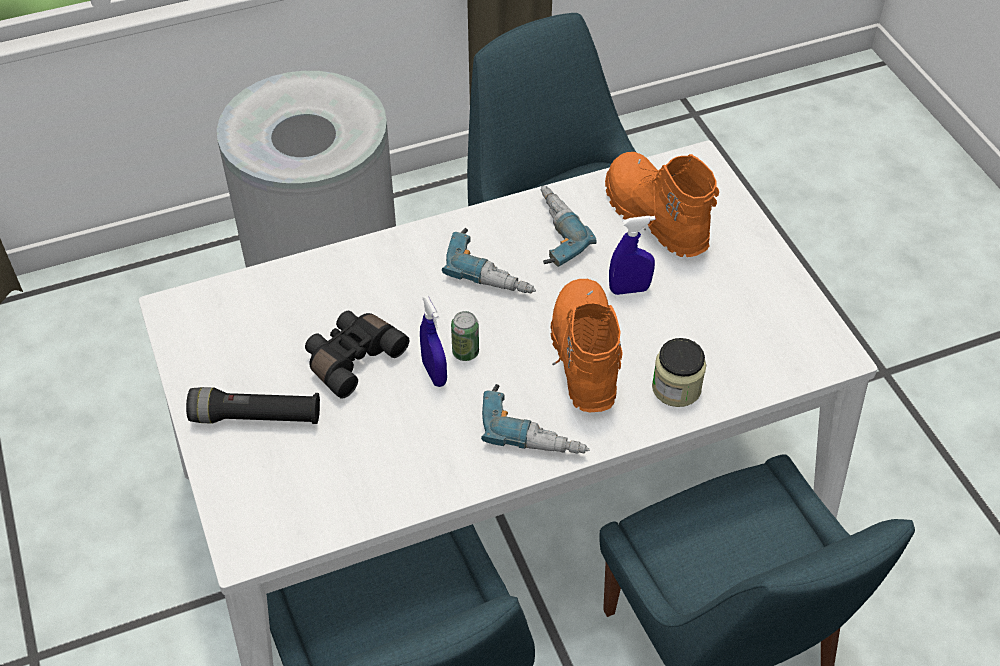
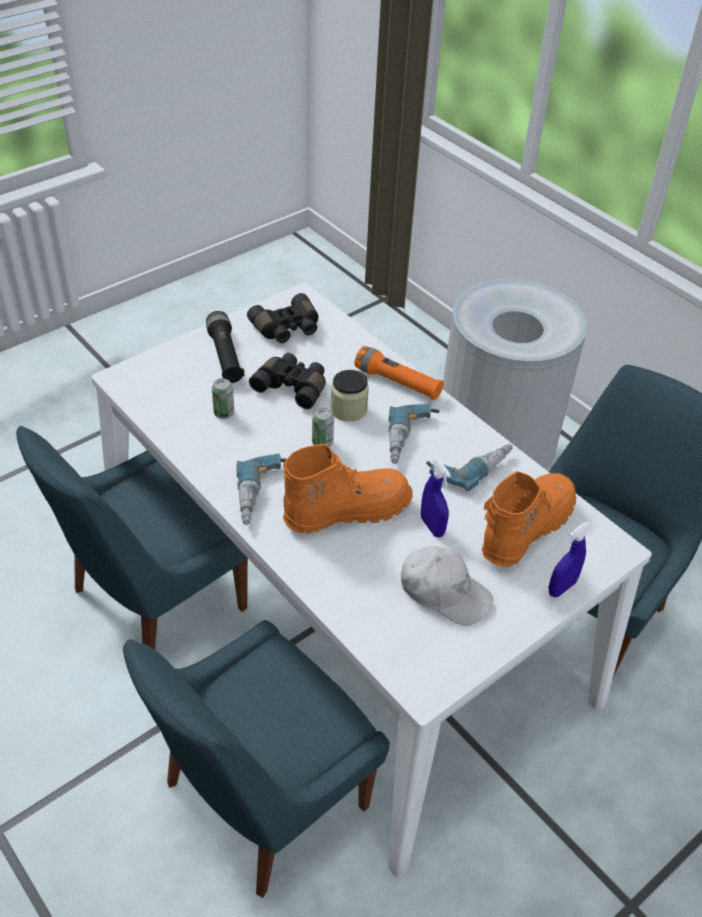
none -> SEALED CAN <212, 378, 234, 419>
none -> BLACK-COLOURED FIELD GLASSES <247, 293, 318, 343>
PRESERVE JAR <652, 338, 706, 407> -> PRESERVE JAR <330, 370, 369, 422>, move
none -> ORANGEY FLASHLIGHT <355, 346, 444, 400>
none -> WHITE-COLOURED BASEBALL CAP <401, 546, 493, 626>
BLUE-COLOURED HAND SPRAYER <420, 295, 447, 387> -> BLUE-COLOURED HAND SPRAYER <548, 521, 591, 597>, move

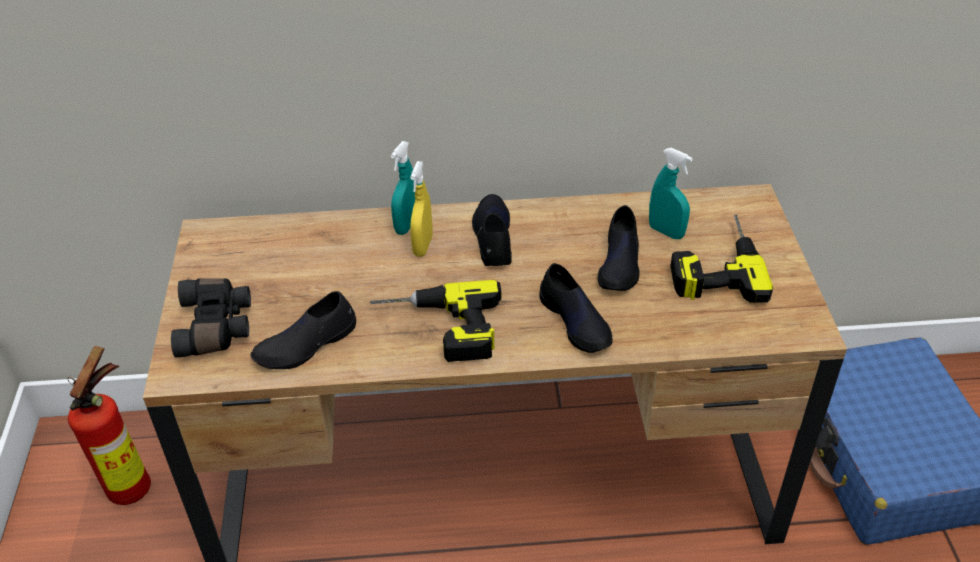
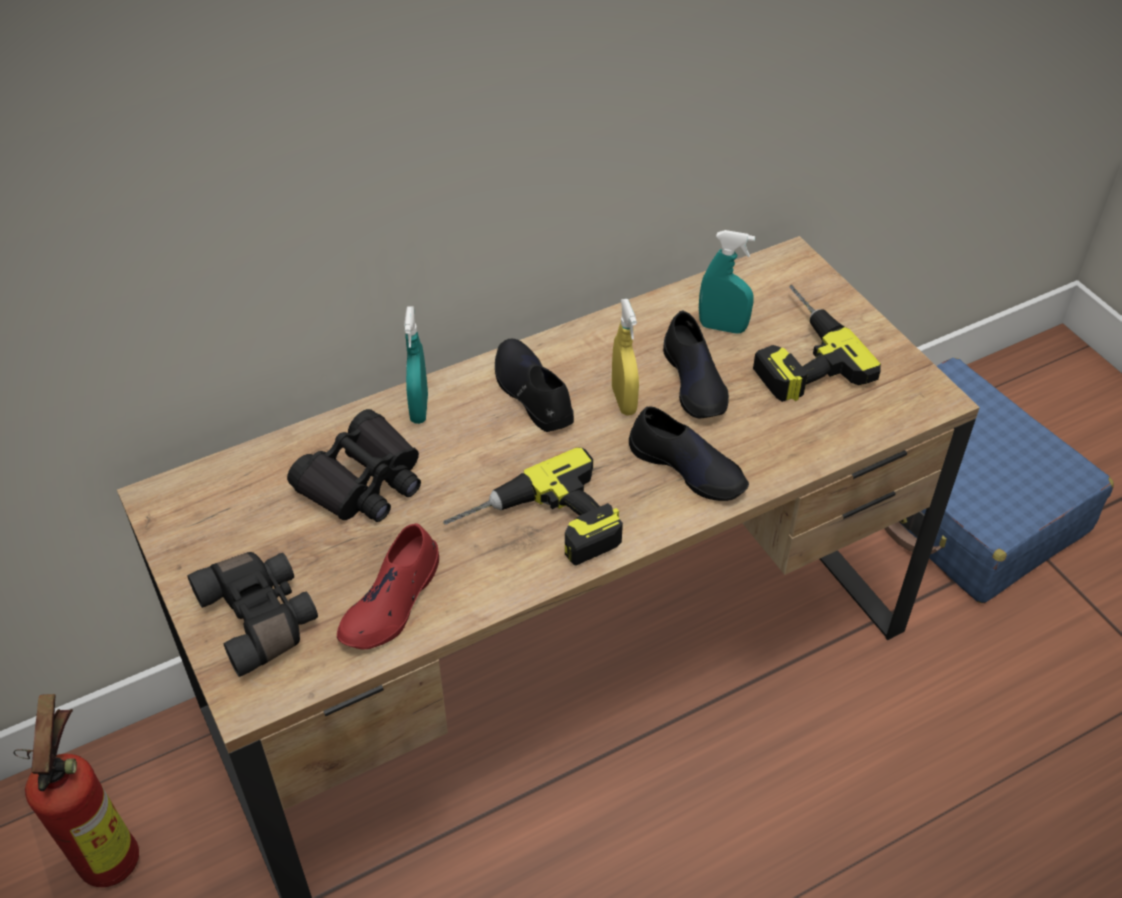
none -> BLACK-COLOURED FIELD GLASSES <287, 409, 421, 522>
BLACK-COLOURED ITEM OF FOOTWEAR <250, 291, 356, 369> -> RED ITEM OF FOOTWEAR <337, 523, 439, 649>
YELLOWISH HAND SPRAYER <410, 161, 432, 257> -> YELLOWISH HAND SPRAYER <612, 299, 639, 415>, move

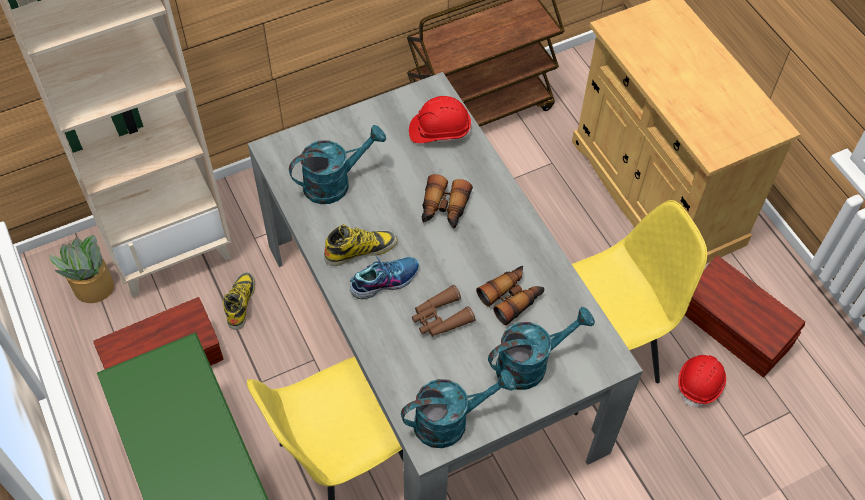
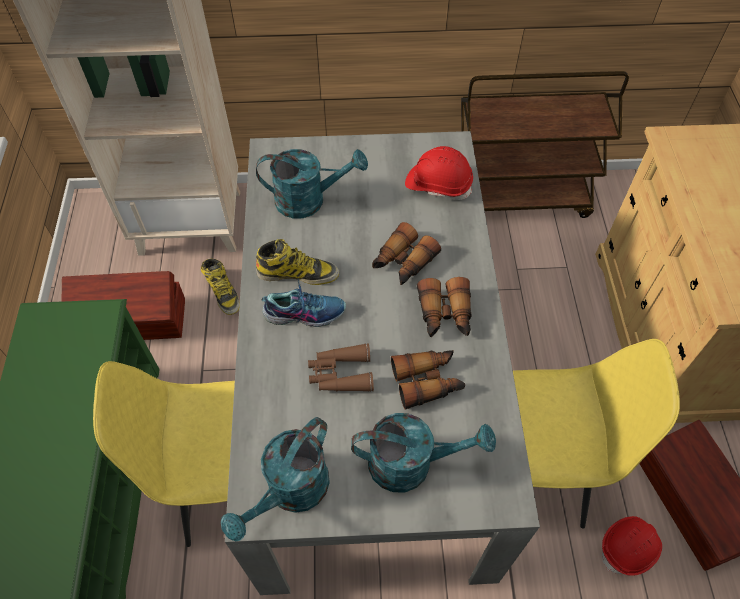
HIGH-TOP BOOT <223, 272, 255, 330> -> HIGH-TOP BOOT <200, 258, 240, 315>, 120 degrees clockwise
TURQUOISE WATERING CAN <401, 369, 516, 448> -> TURQUOISE WATERING CAN <221, 417, 330, 541>, 120 degrees clockwise
none -> FIELD GLASSES <417, 277, 472, 337>
POTTED PLANT <49, 235, 114, 303> -> none

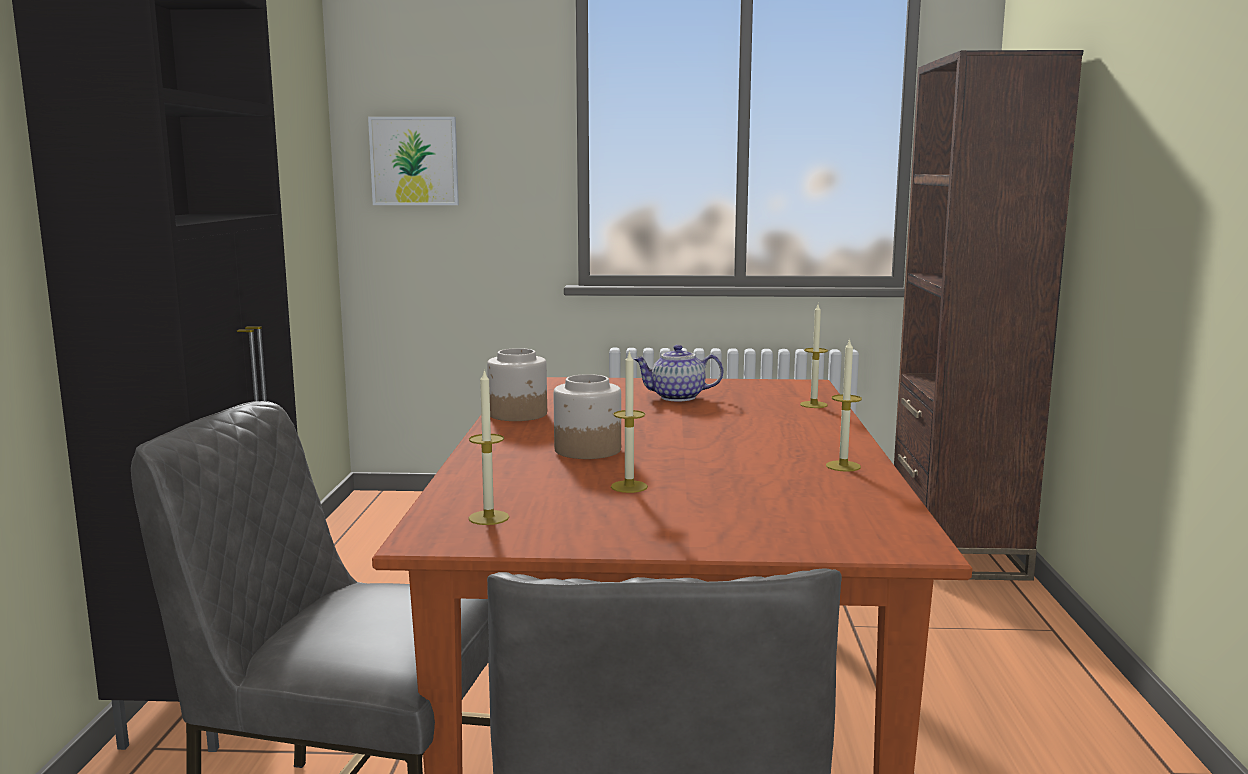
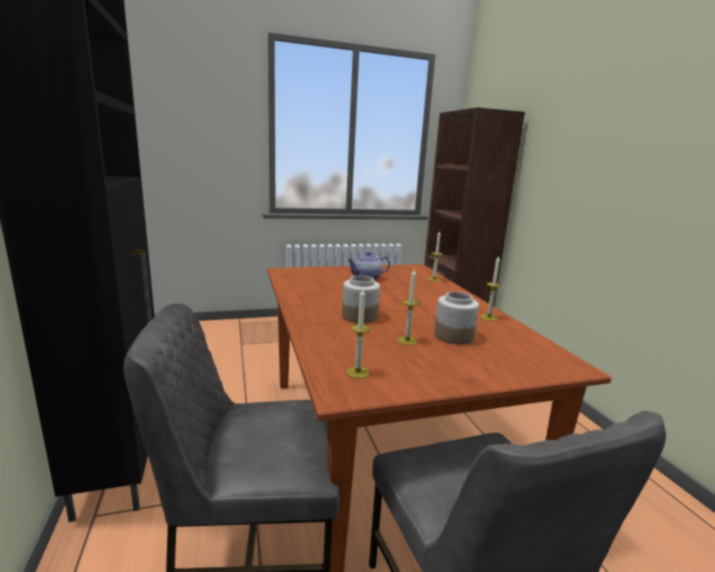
PRESERVE JAR <487, 348, 547, 421> -> PRESERVE JAR <434, 292, 479, 344>, move
WALL ART <368, 117, 459, 205> -> none

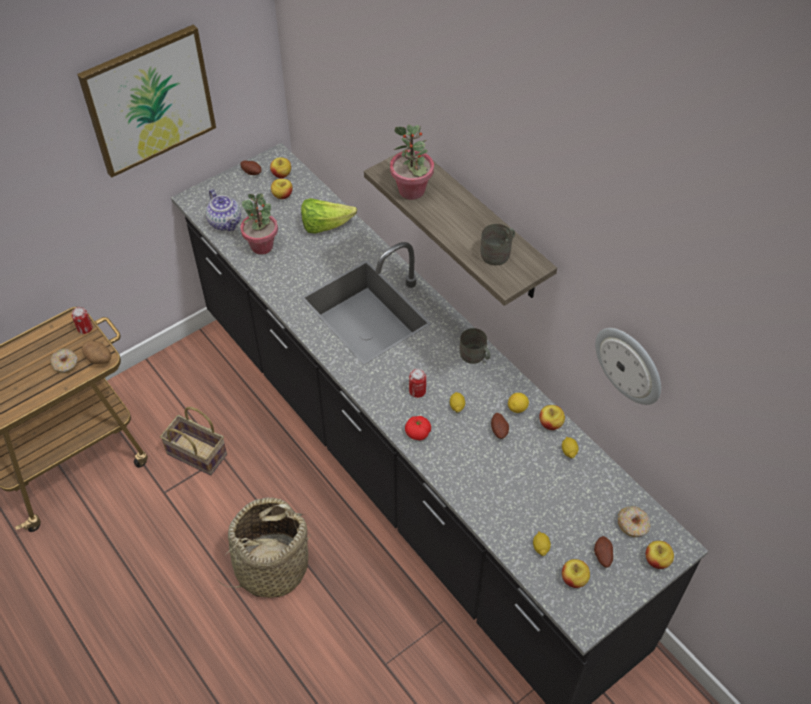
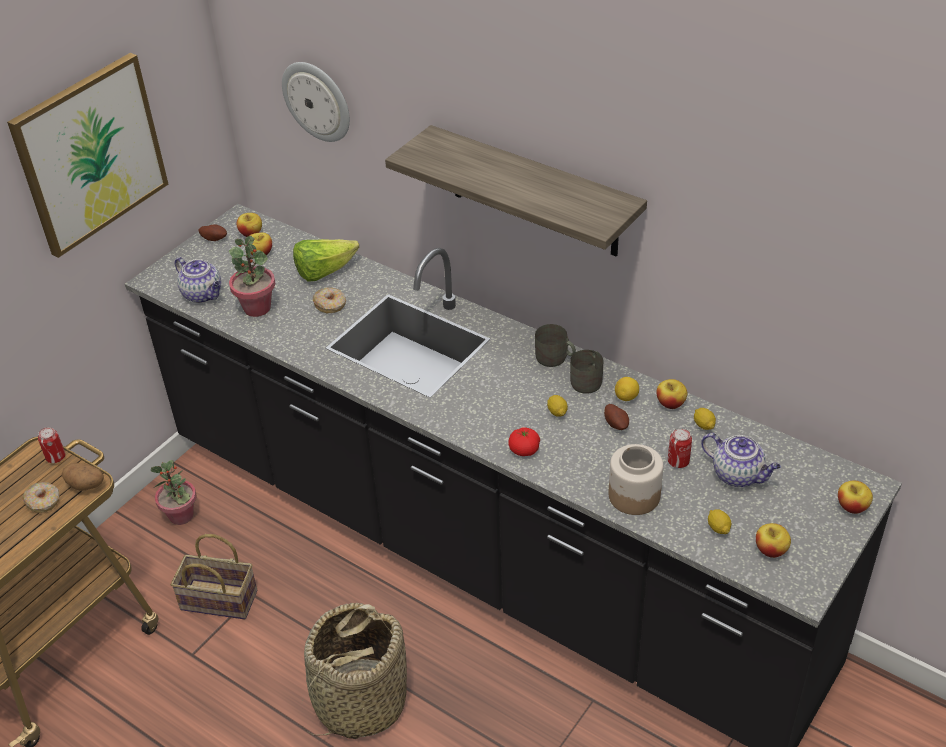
POTTED PLANT <390, 124, 434, 200> -> POTTED PLANT <151, 460, 197, 525>, move
WALL CLOCK <595, 328, 661, 405> -> WALL CLOCK <282, 62, 350, 142>, move
DONUT <618, 506, 650, 537> -> DONUT <313, 287, 346, 313>, move
GREY MUG <480, 224, 515, 266> -> GREY MUG <570, 350, 603, 394>, move
none -> PRESERVE JAR <608, 444, 663, 515>
SEALED CAN <409, 368, 426, 398> -> SEALED CAN <668, 428, 692, 468>, move
none -> TEAPOT <701, 433, 781, 487>
WHOLE POTATO <594, 536, 613, 568> -> none

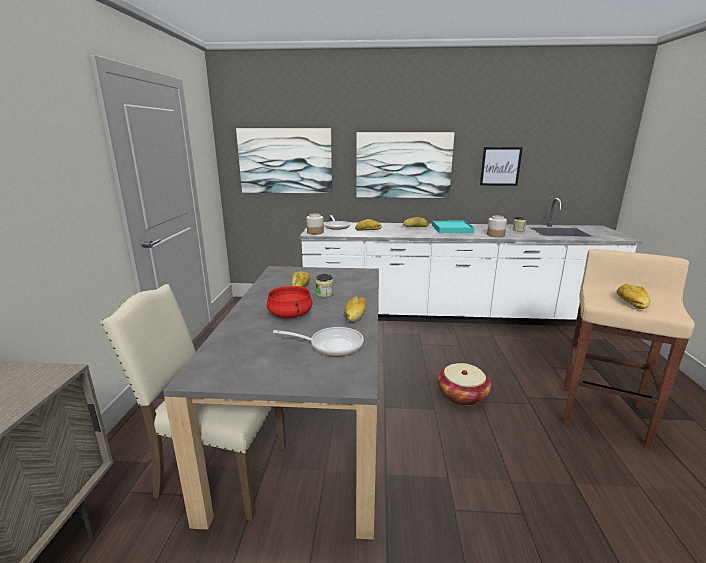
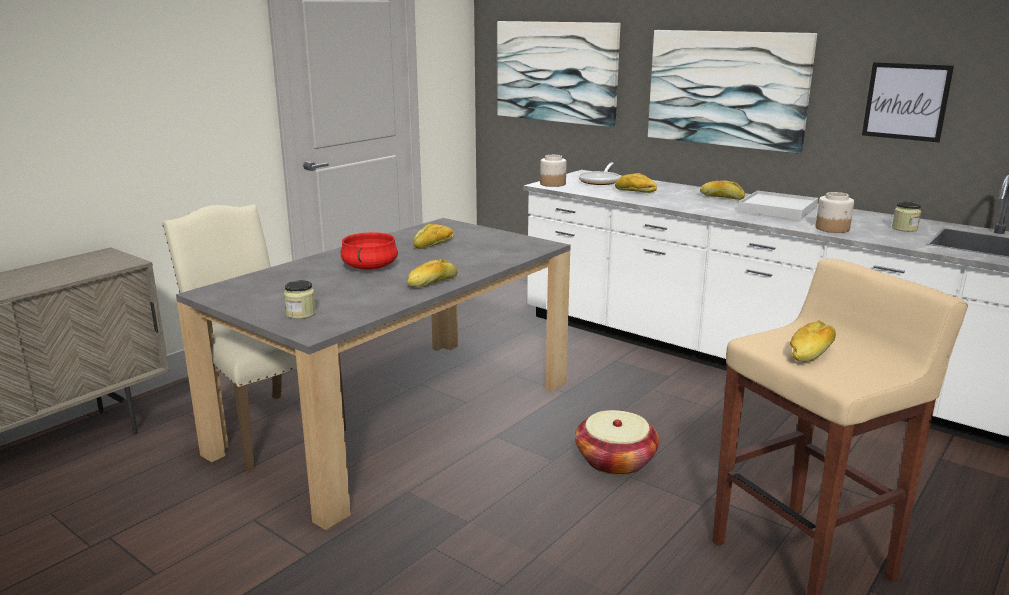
PRESERVE JAR <315, 274, 334, 297> -> PRESERVE JAR <284, 280, 316, 319>, move
TURQUOISE TRAY <432, 221, 474, 233> -> WHITE-COLOURED TRAY <738, 191, 818, 220>
PAN <273, 327, 364, 356> -> none

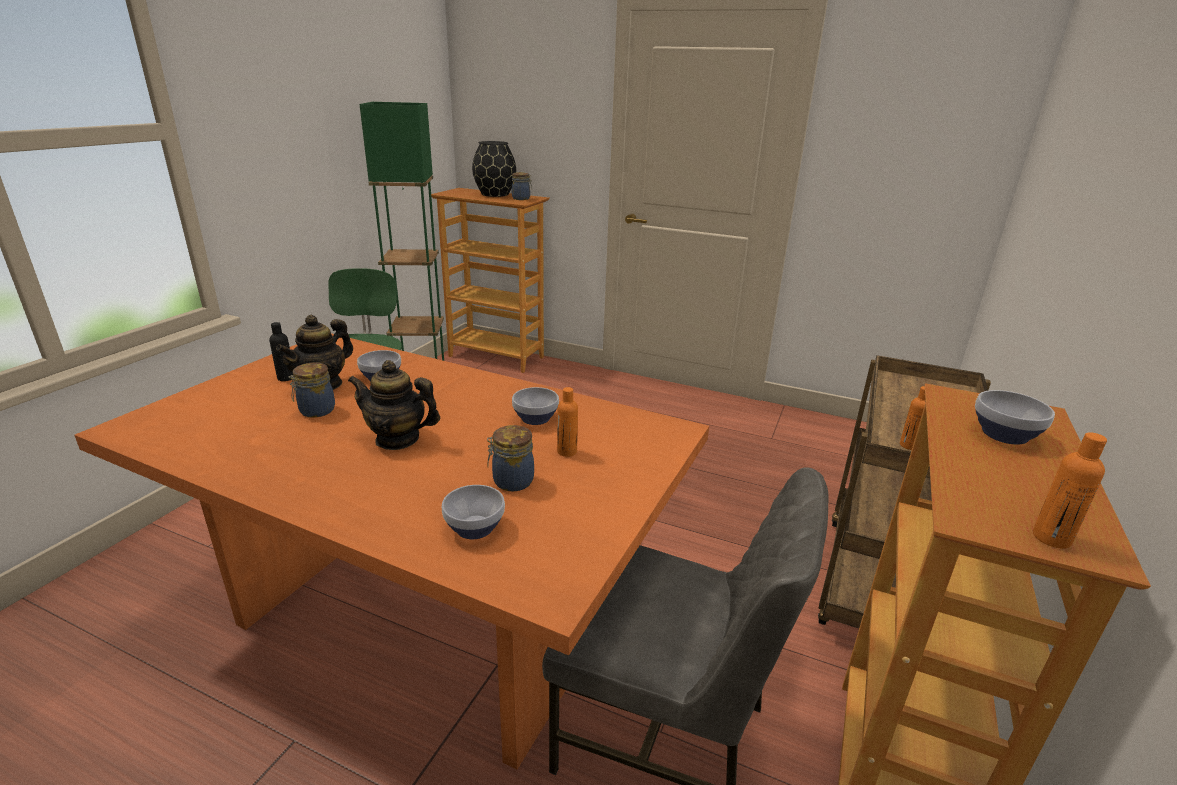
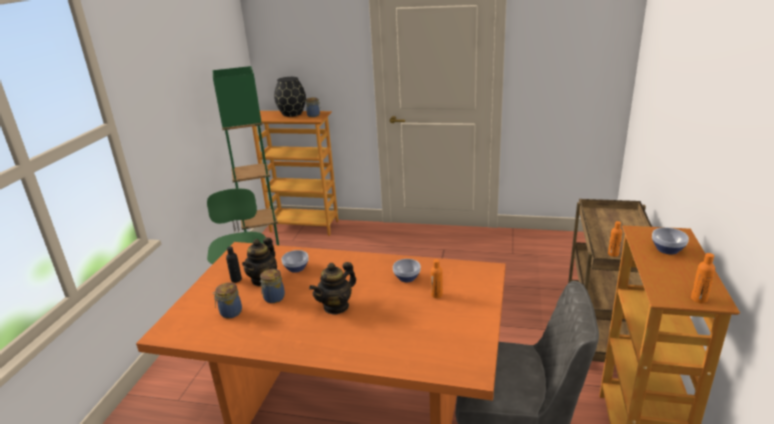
PRESERVE JAR <487, 425, 534, 491> -> PRESERVE JAR <213, 283, 242, 318>, move
TEAPOT <348, 360, 440, 450> -> TEAPOT <309, 262, 356, 315>, 45 degrees counterclockwise
DEEP DISH <442, 485, 505, 539> -> none

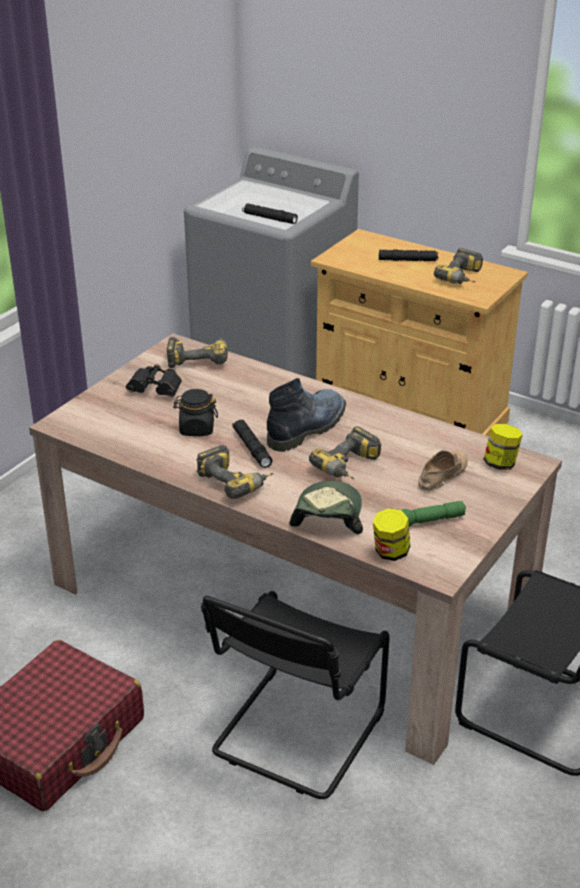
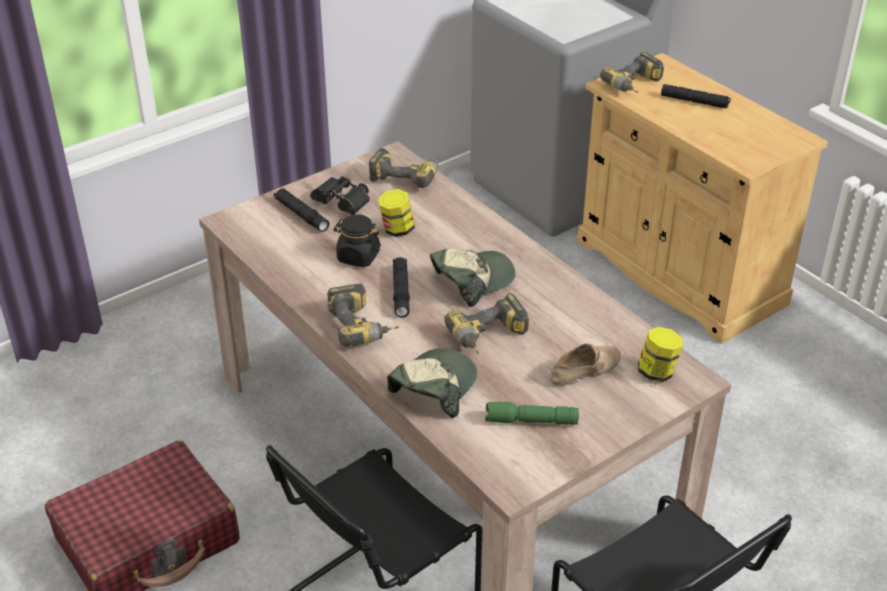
BLACK-COLOURED FLASHLIGHT <242, 204, 298, 224> -> BLACK-COLOURED FLASHLIGHT <274, 188, 329, 232>, move
PRESERVE JAR <373, 508, 410, 561> -> PRESERVE JAR <379, 189, 415, 237>, move
HIGH-TOP BOOT <267, 378, 346, 452> -> BASEBALL CAP <430, 249, 515, 307>
DRILL <434, 248, 483, 284> -> DRILL <600, 52, 664, 93>, move

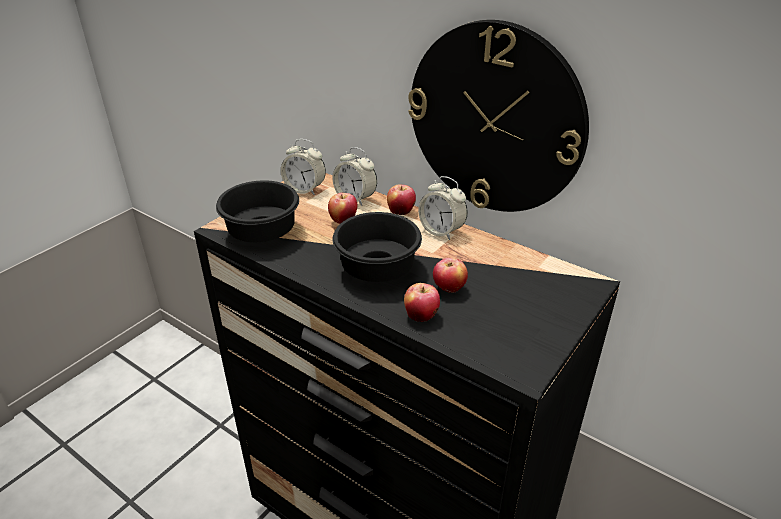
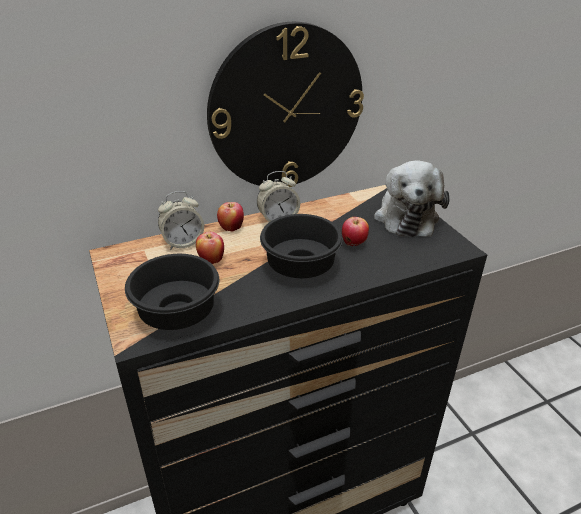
none -> CUDDLY TOY <374, 160, 450, 237>
ALARM CLOCK <281, 139, 326, 195> -> none
WHOLE APPLE <404, 283, 440, 322> -> none

